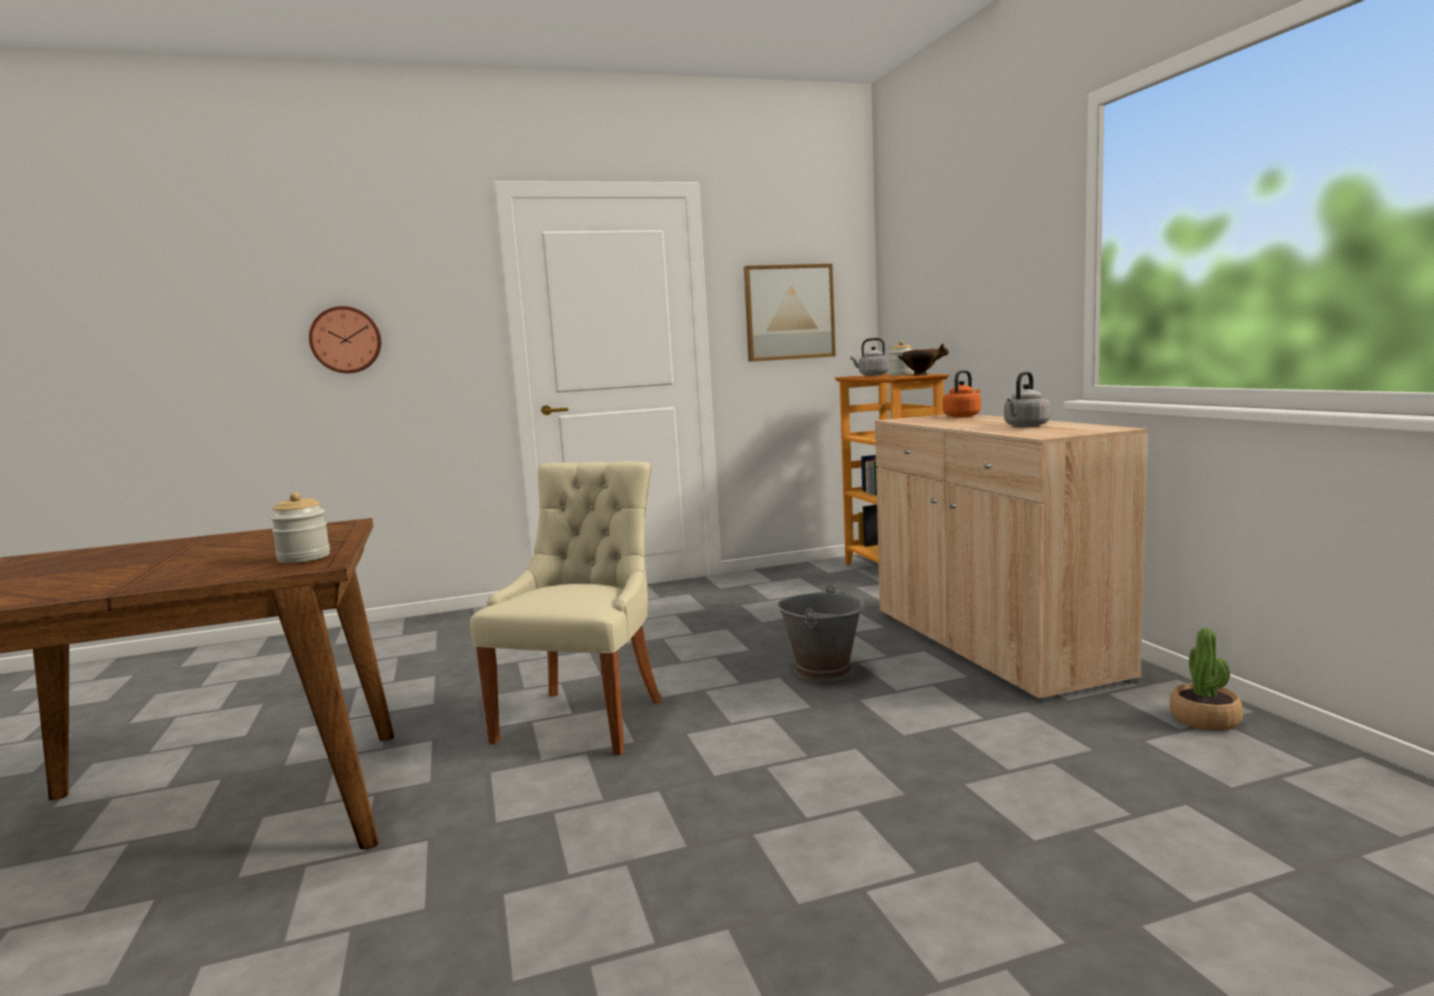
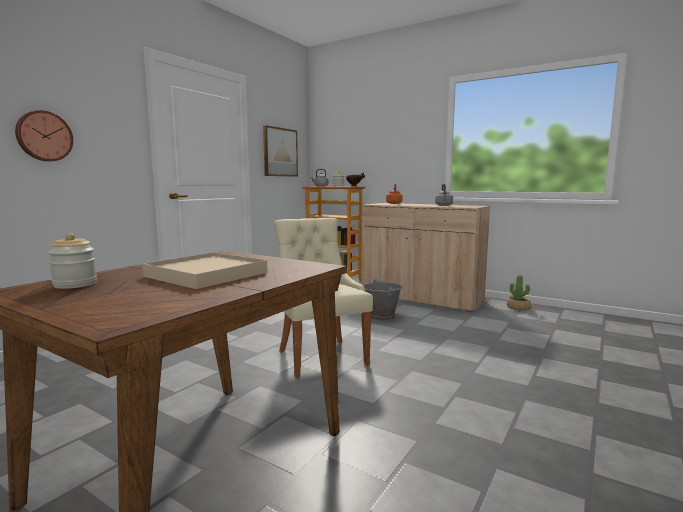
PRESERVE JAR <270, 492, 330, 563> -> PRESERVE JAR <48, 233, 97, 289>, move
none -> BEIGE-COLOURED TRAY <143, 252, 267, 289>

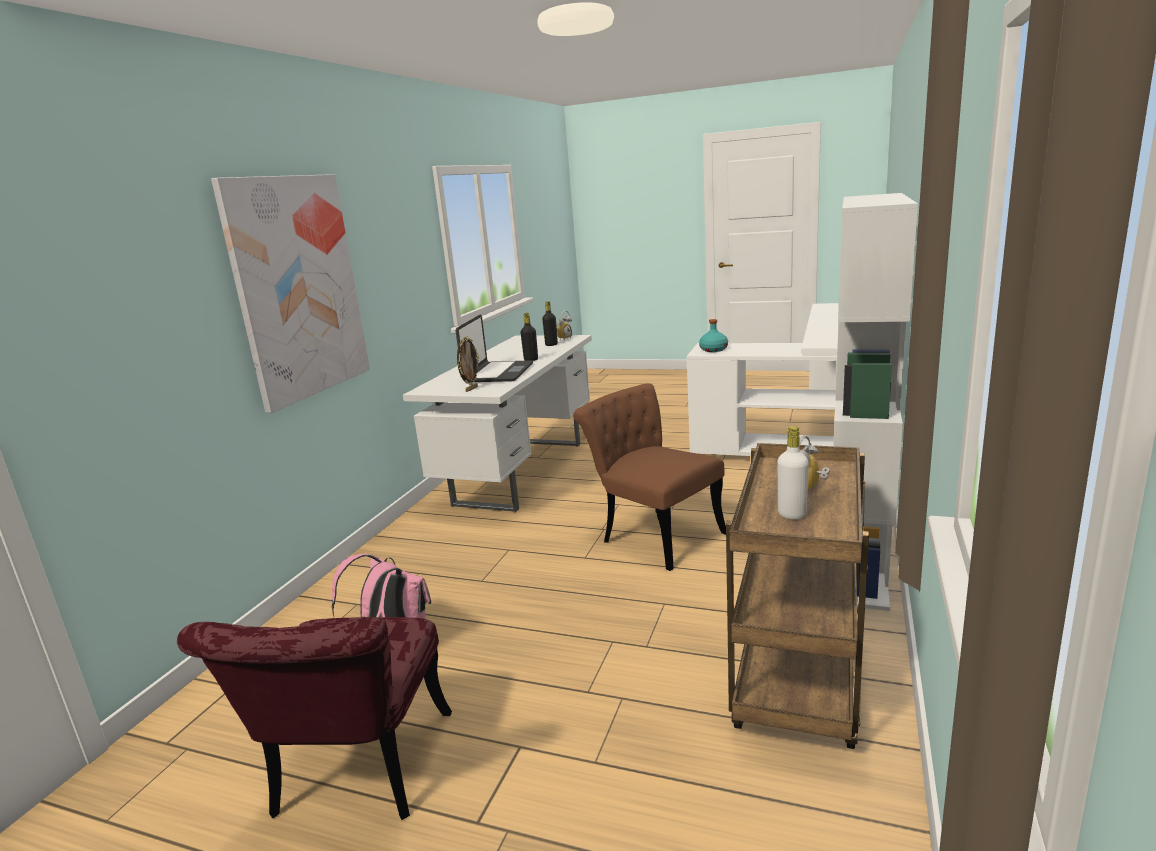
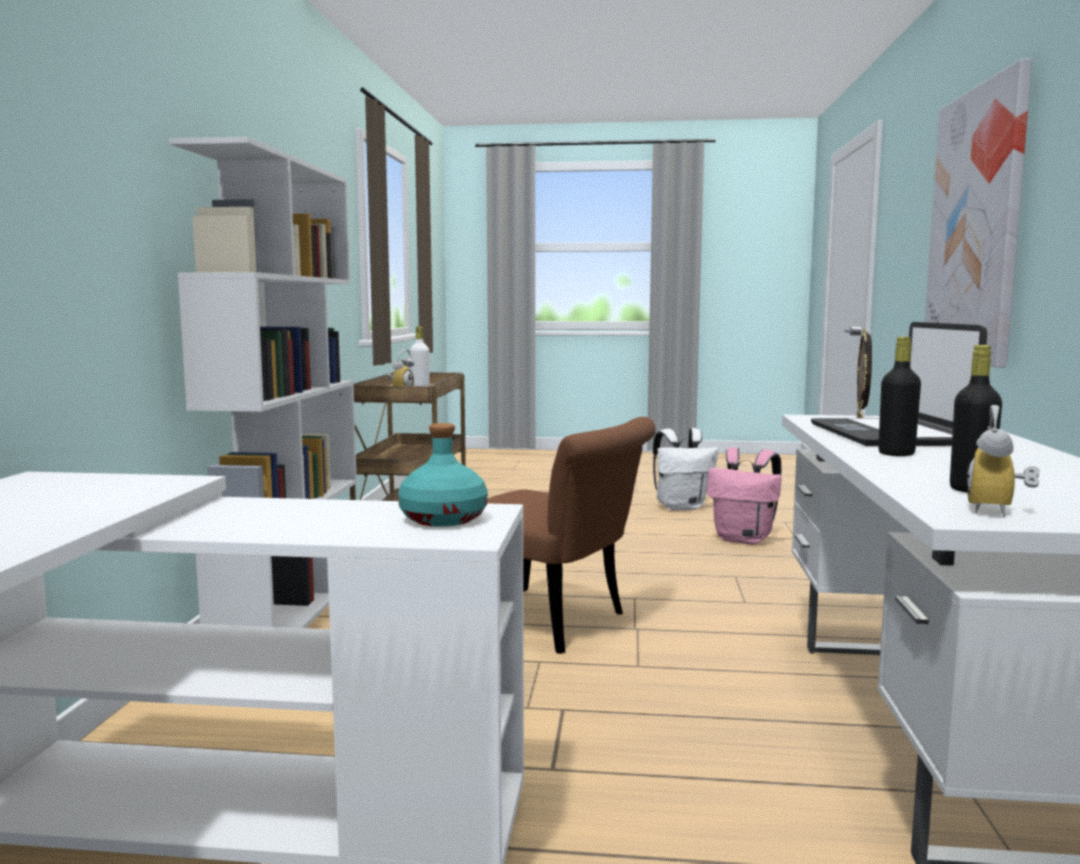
RED UPRIGHT CHAIR <177, 617, 452, 820> -> WHITE-COLOURED KNAPSACK <653, 428, 718, 511>

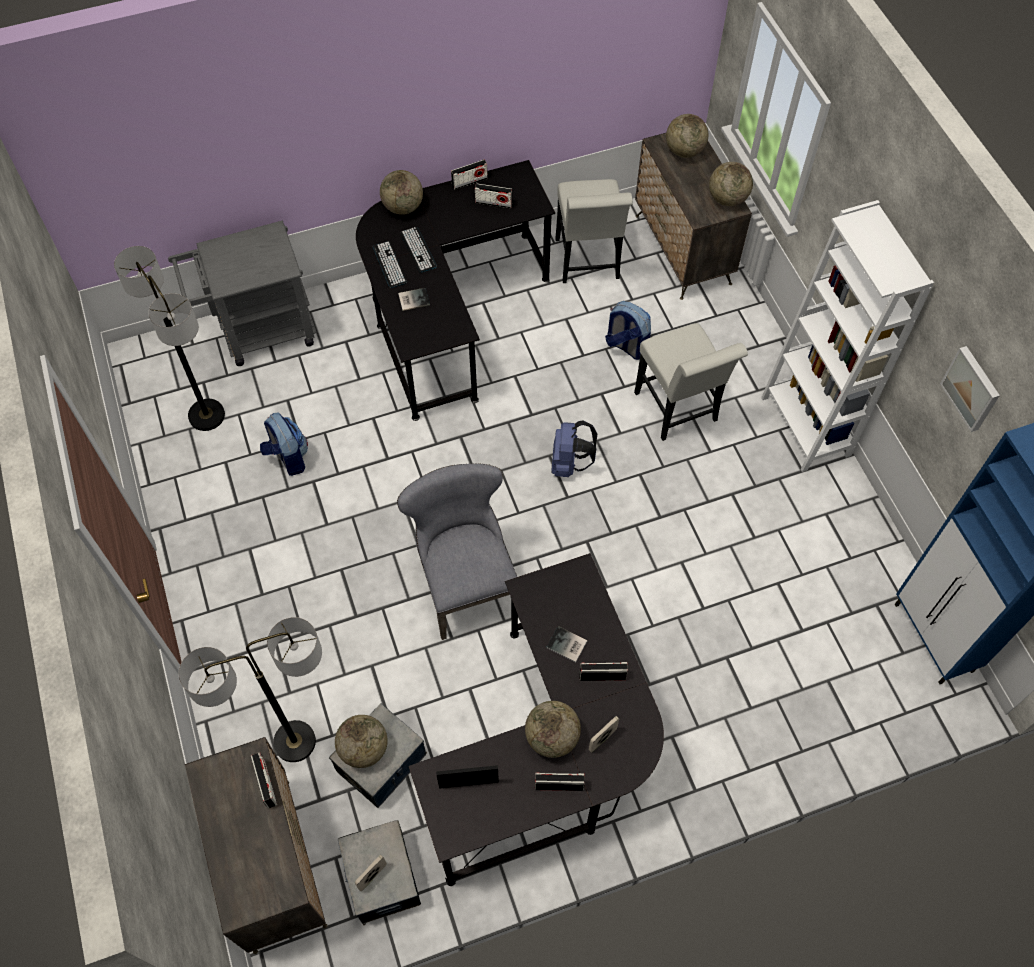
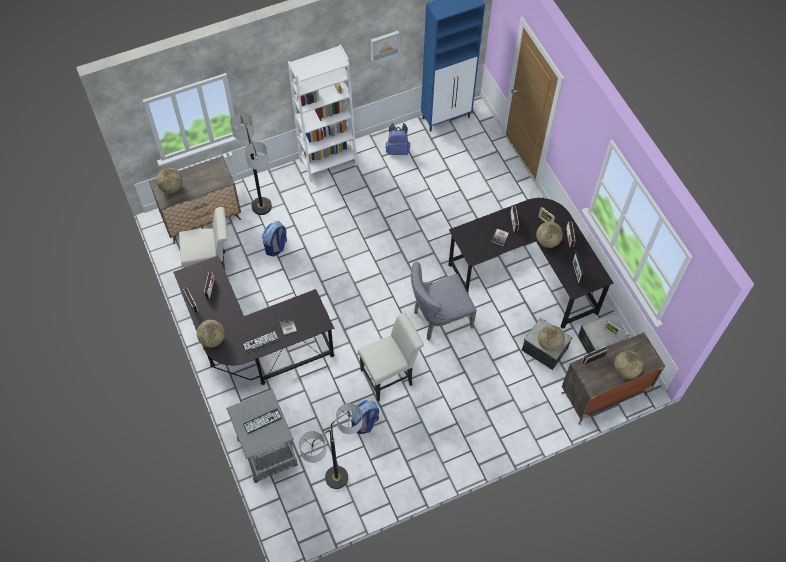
STANDING LAMP <179, 617, 322, 762> -> STANDING LAMP <230, 113, 272, 215>, move
KEYBOARD <400, 227, 437, 273> -> KEYBOARD <243, 408, 282, 434>, move
WHITE-COLOURED UPRIGHT CHAIR <634, 323, 748, 441> -> WHITE-COLOURED UPRIGHT CHAIR <358, 313, 424, 401>, move
BLUE-COLOURED KNAPSACK <551, 421, 597, 477> -> BLUE-COLOURED KNAPSACK <386, 123, 410, 155>, move
WORLD GLOBE <709, 162, 753, 206> -> WORLD GLOBE <614, 351, 643, 379>, move

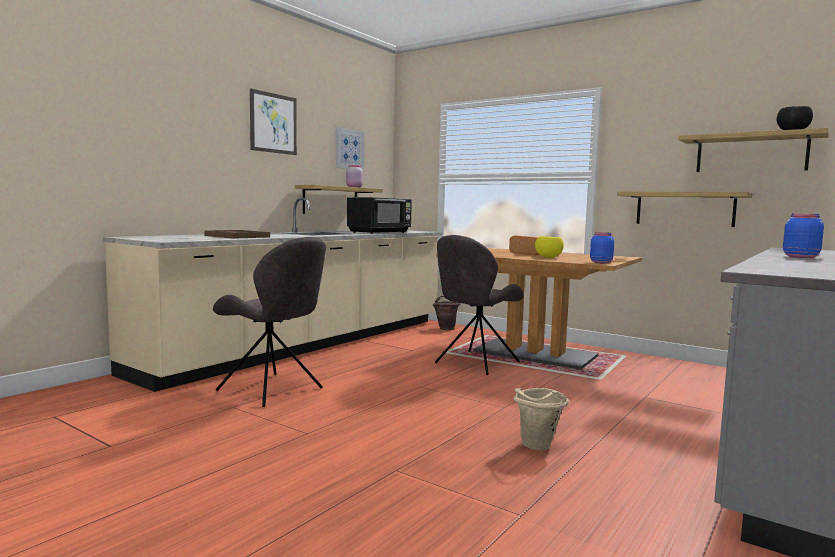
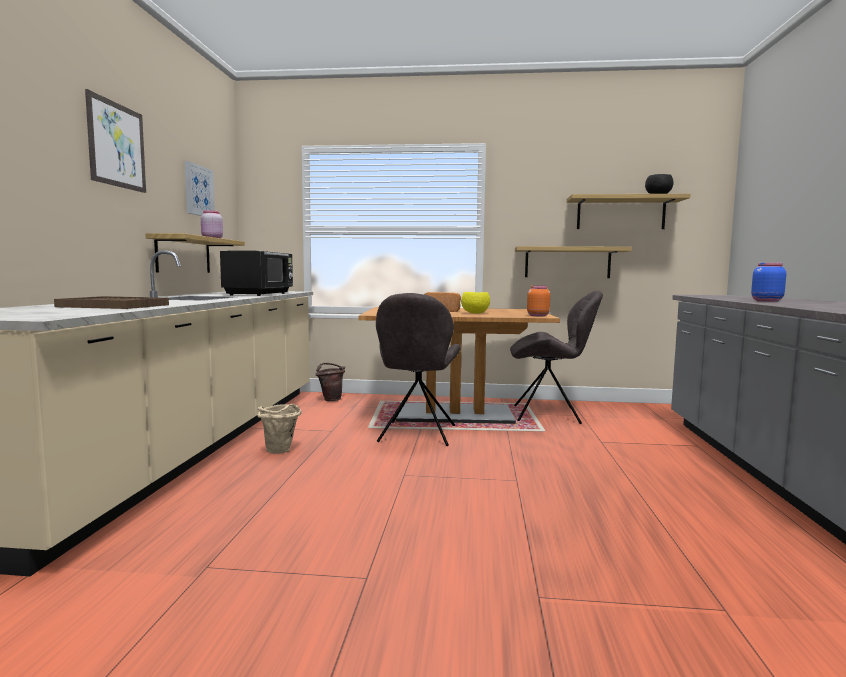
BEIGE-COLOURED BUCKET <514, 388, 569, 450> -> BEIGE-COLOURED BUCKET <257, 404, 302, 454>, move
GREY UPRIGHT CHAIR <213, 237, 326, 407> -> GREY UPRIGHT CHAIR <510, 291, 603, 424>, move
BLUE-COLOURED PRESERVE JAR <590, 232, 614, 264> -> ORANGEY PRESERVE JAR <527, 286, 550, 316>

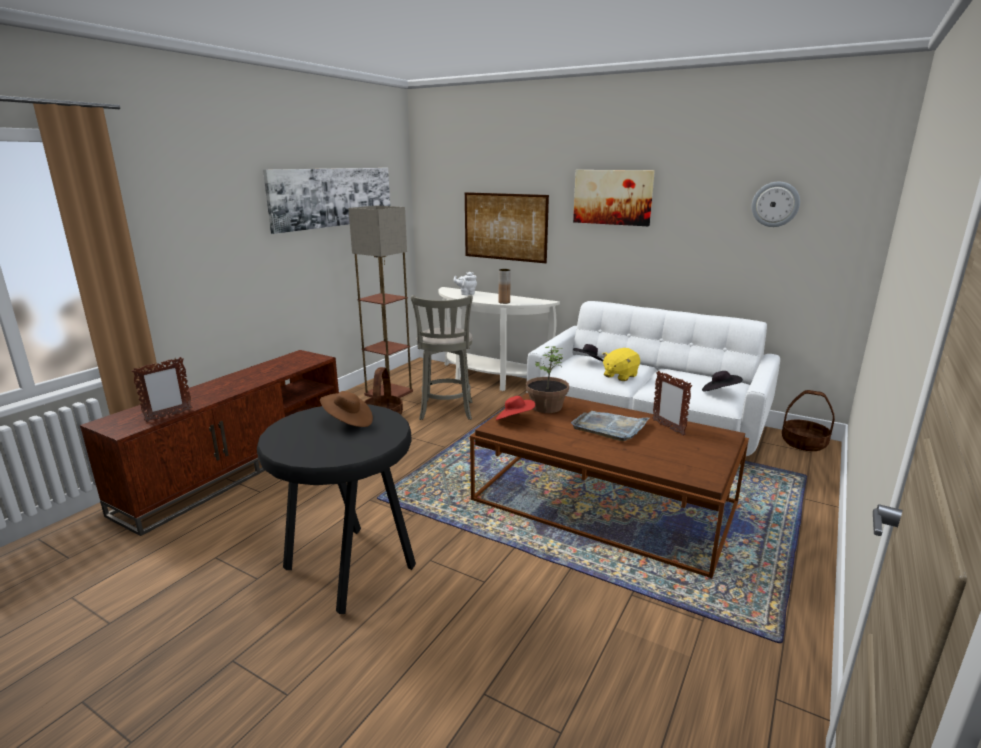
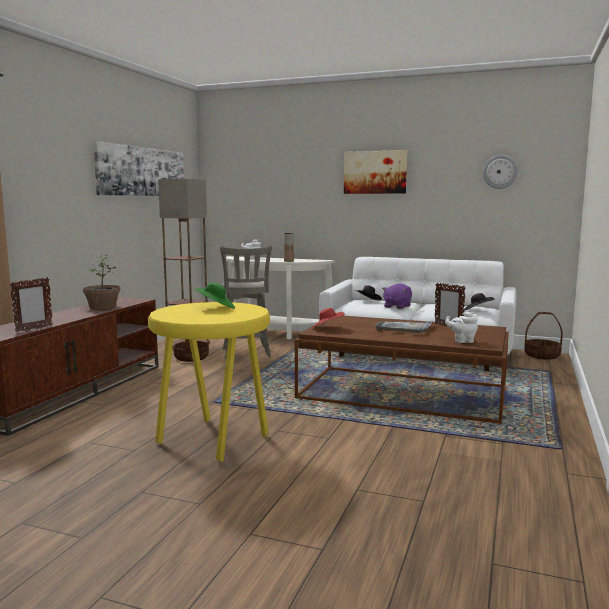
POTTED PLANT <526, 346, 569, 413> -> POTTED PLANT <83, 255, 120, 310>, move
BLACK-COLOURED STOOL <257, 404, 416, 614> -> YELLOWISH STOOL <148, 302, 270, 462>
BROWNISH WEARABLE HAT <320, 391, 373, 427> -> GREEN WEARABLE HAT <194, 282, 235, 309>
YELLOWISH CUDDLY TOY <603, 348, 640, 381> -> PURPLE-COLOURED CUDDLY TOY <382, 284, 412, 309>
none -> WHITE-COLOURED TEAPOT <445, 312, 478, 343>
WALL ART <465, 192, 549, 263> -> none

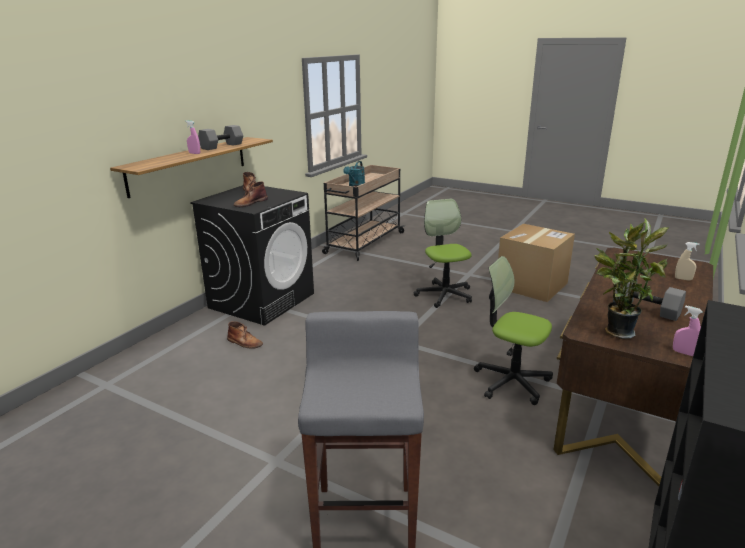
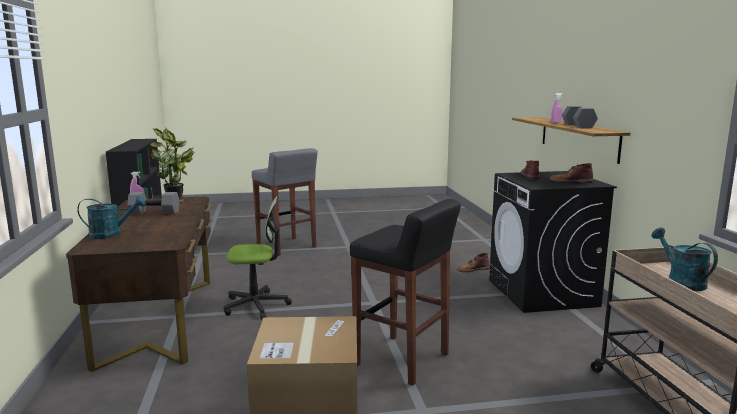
BEIGE-COLOURED HAND SPRAYER <675, 242, 700, 280> -> TURQUOISE WATERING CAN <77, 196, 146, 239>
DESK CHAIR <414, 199, 472, 308> -> BLACK-COLOURED STOOL <350, 199, 461, 385>

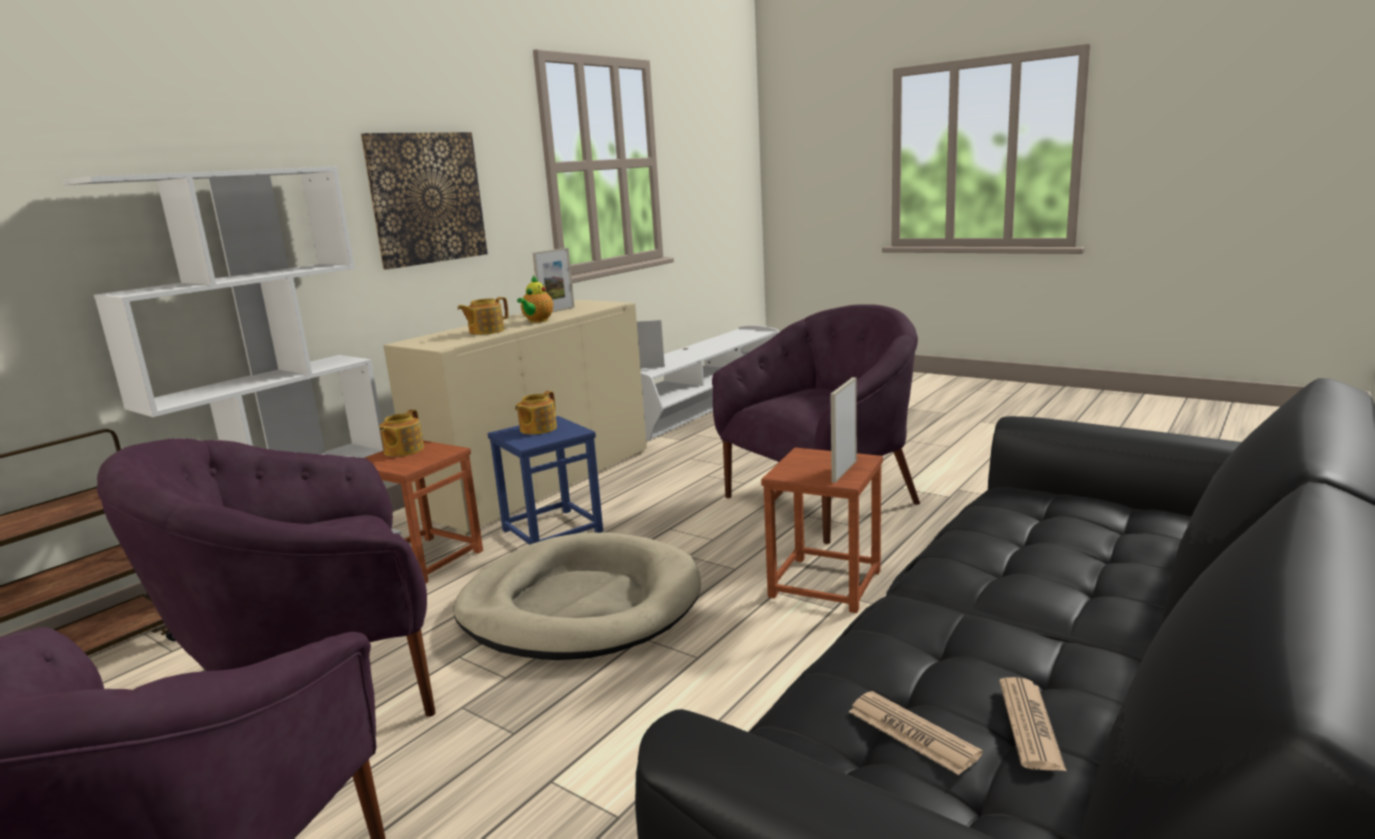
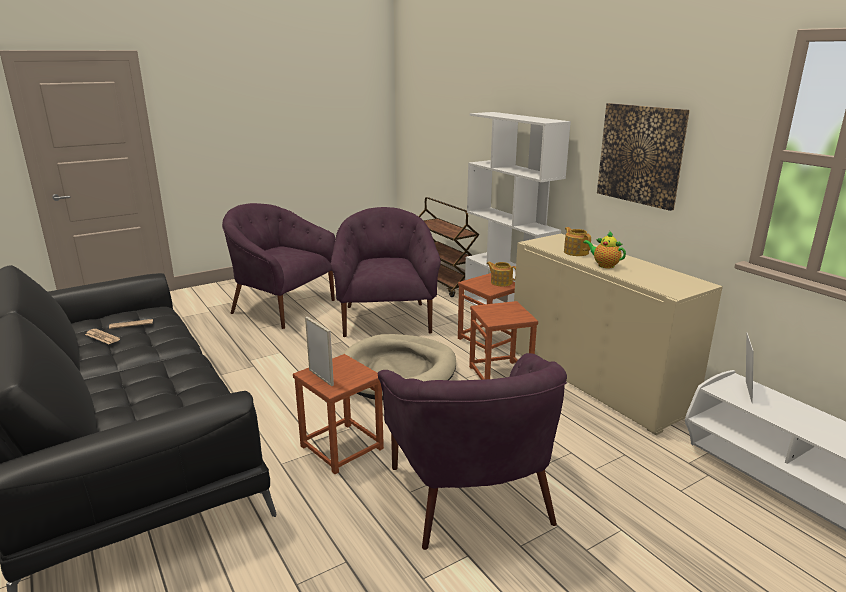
BLUE-COLOURED STOOL <488, 416, 603, 545> -> BROWNISH STOOL <469, 301, 538, 380>
TEAPOT <515, 391, 557, 435> -> none
PICTURE FRAME <533, 248, 575, 312> -> none

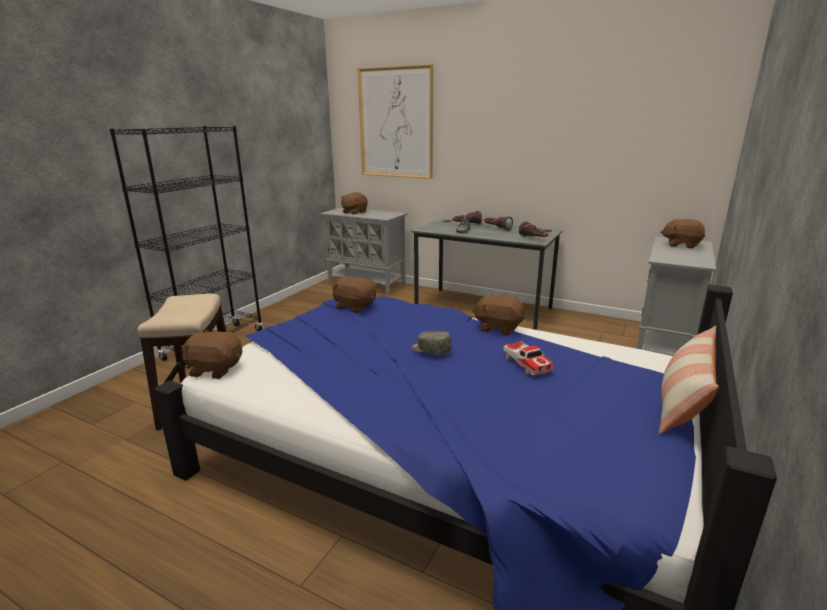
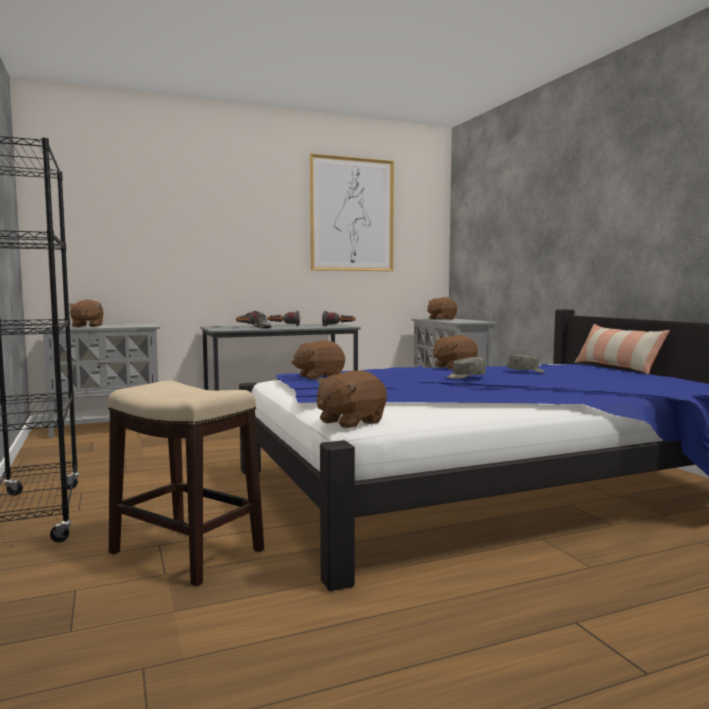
WALL ART <358, 64, 433, 179> -> WALL ART <310, 153, 394, 271>, move
MINIATURE CAR <503, 341, 554, 375> -> GREY BASEBALL CAP <507, 354, 545, 373>

